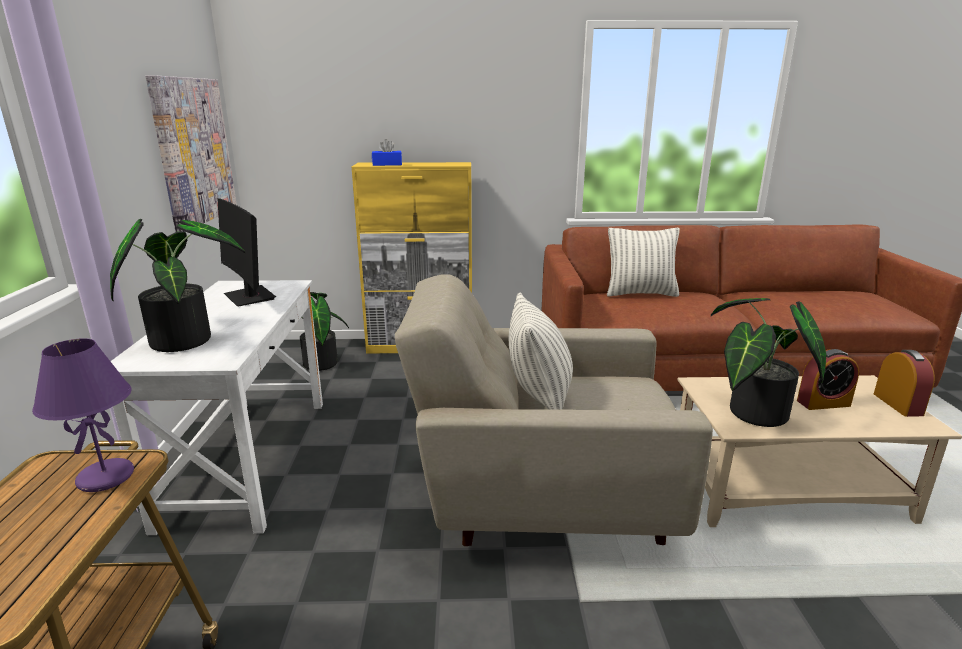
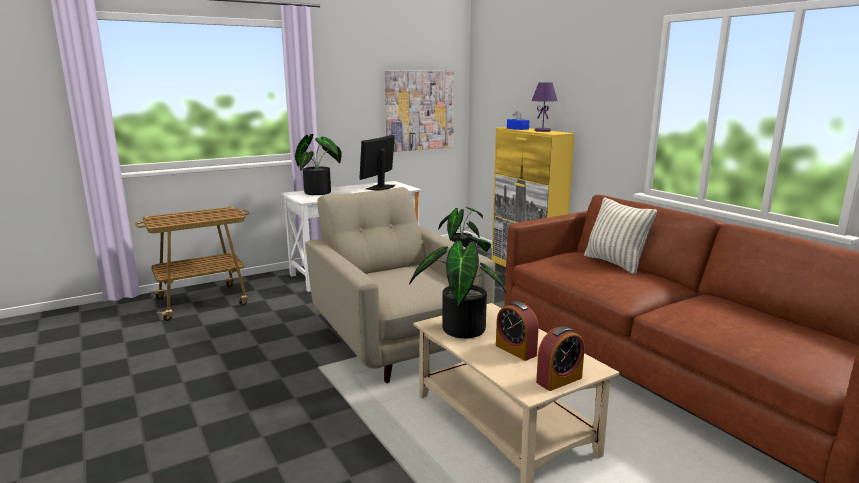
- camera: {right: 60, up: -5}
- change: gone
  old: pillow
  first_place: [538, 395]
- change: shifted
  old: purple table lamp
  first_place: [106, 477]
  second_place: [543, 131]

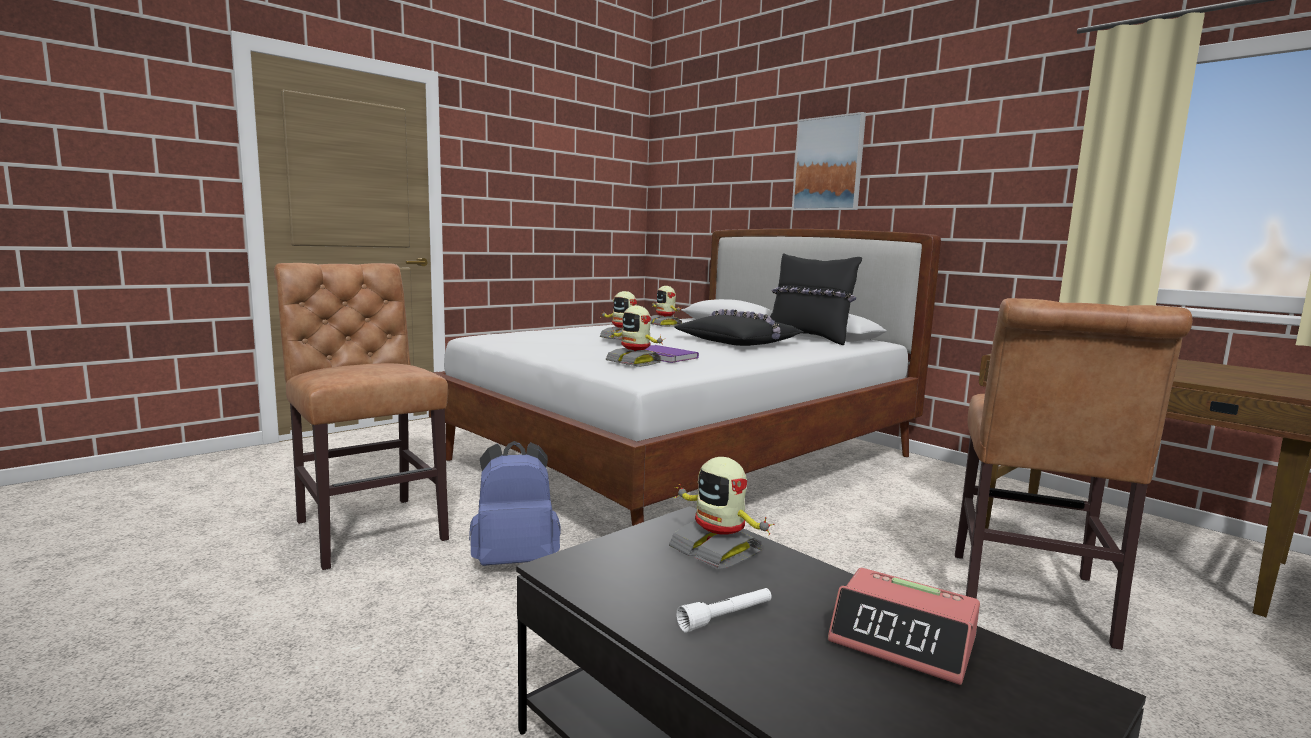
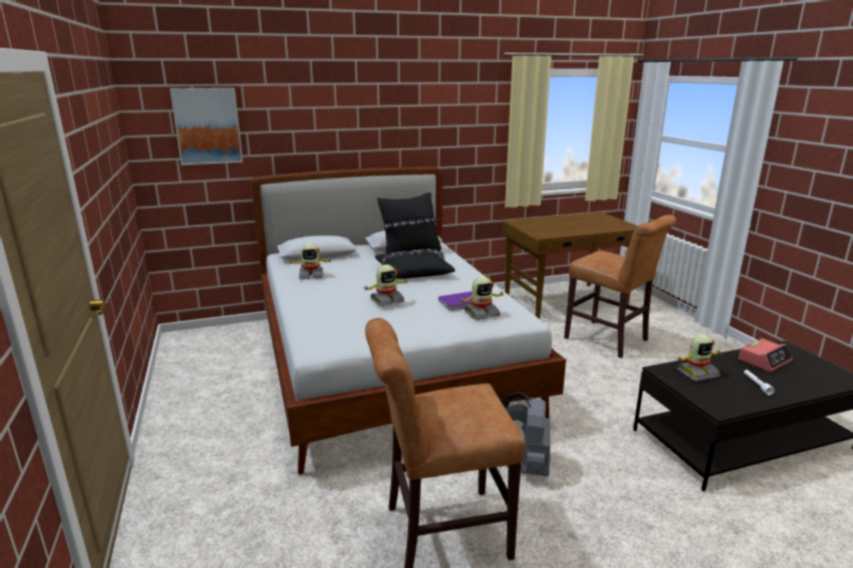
- camera: {right: -65, up: 10}
- change: shifted
  old: picture
  first_place: [828, 164]
  second_place: [207, 126]
- change: repainted
  old: blue backpack
  new: grey backpack
  first_place: [515, 560]
  second_place: [526, 466]

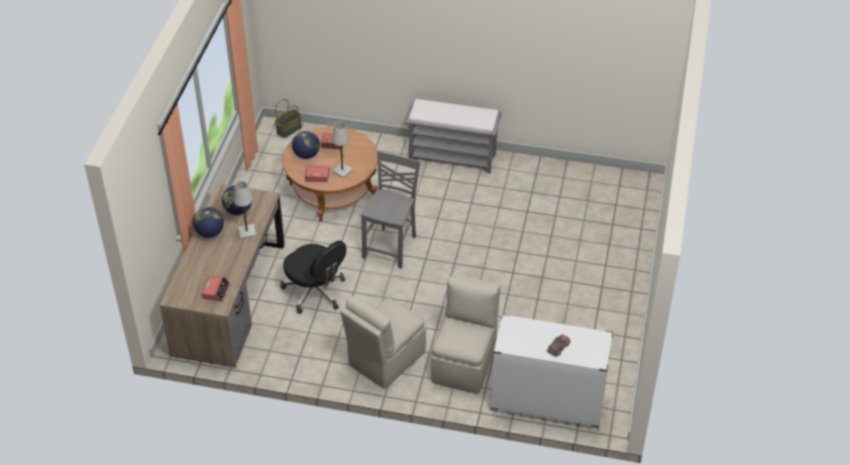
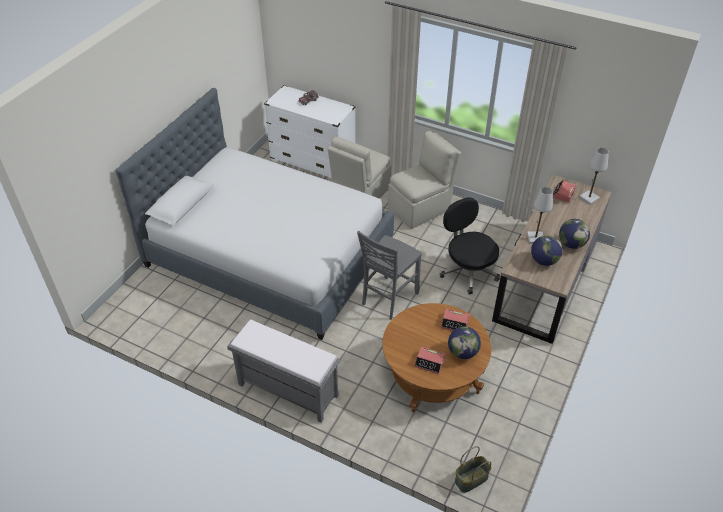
- camera: {right: -165, up: 0}
- change: new
  new: bed
  second_place: [269, 254]
- change: shifted
  old: white table lamp
  first_place: [342, 171]
  second_place: [589, 198]

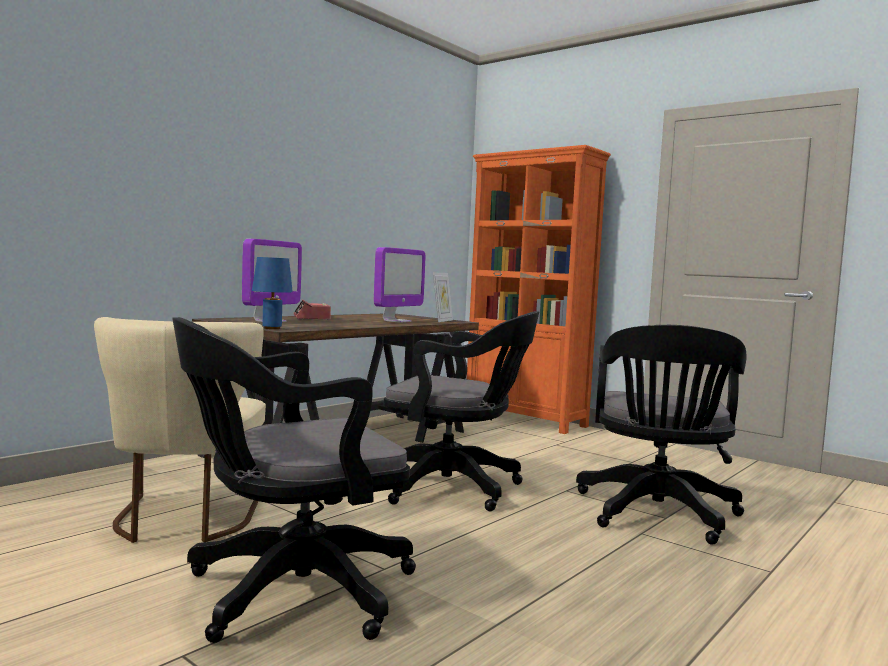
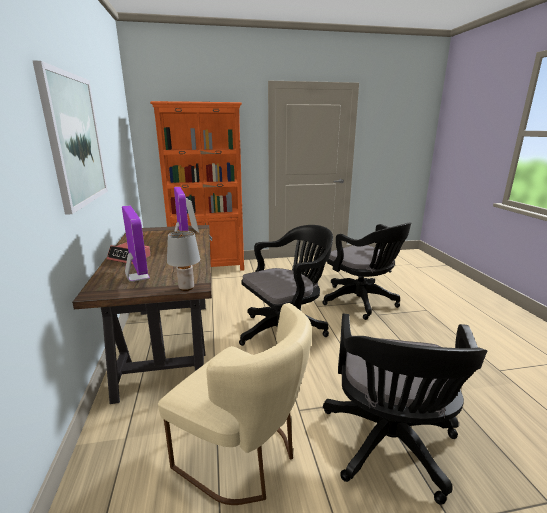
- camera: {right: -50, up: 15}
- change: new
  new: picture
  second_place: [75, 140]
- change: repainted
  old: blue table lamp
  new: grey table lamp
  first_place: [272, 328]
  second_place: [187, 288]

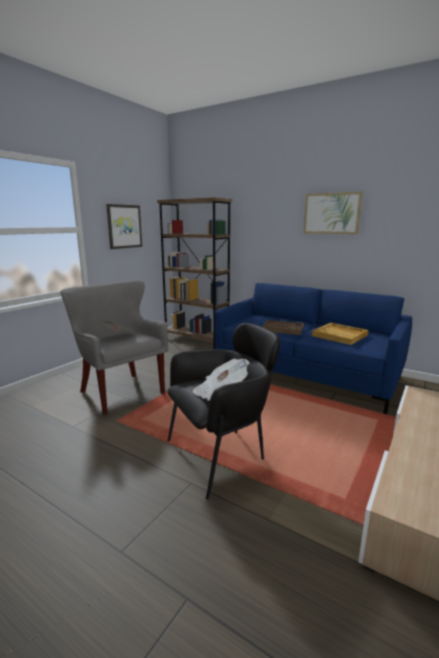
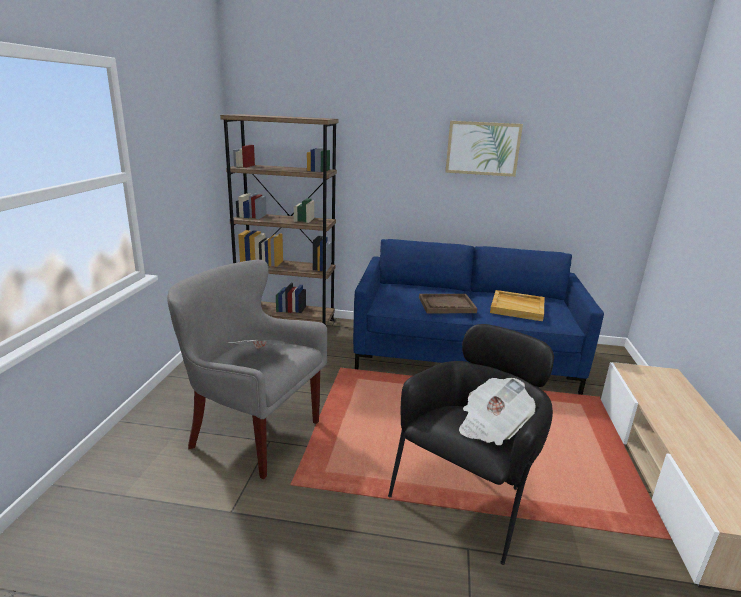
- camera: {right: -25, up: 5}
- change: gone
  old: picture
  first_place: [124, 226]

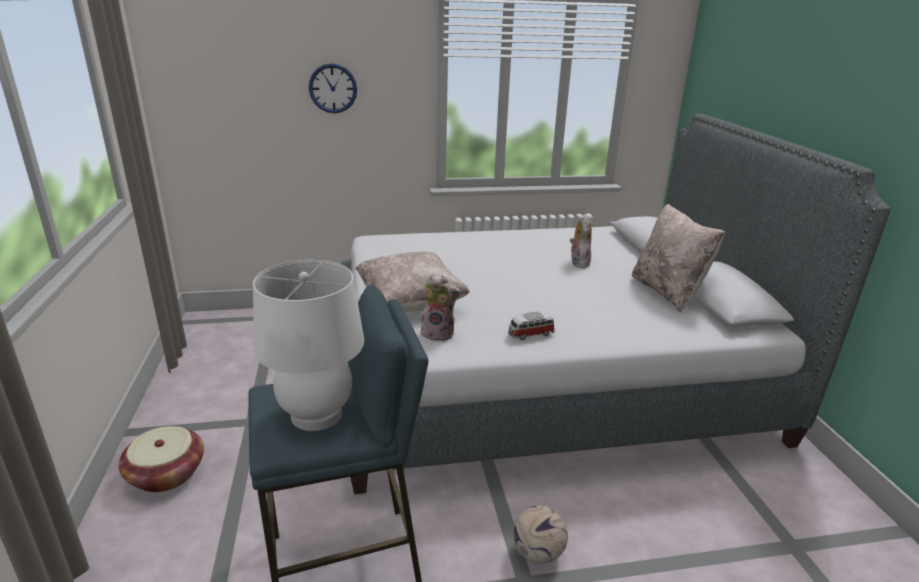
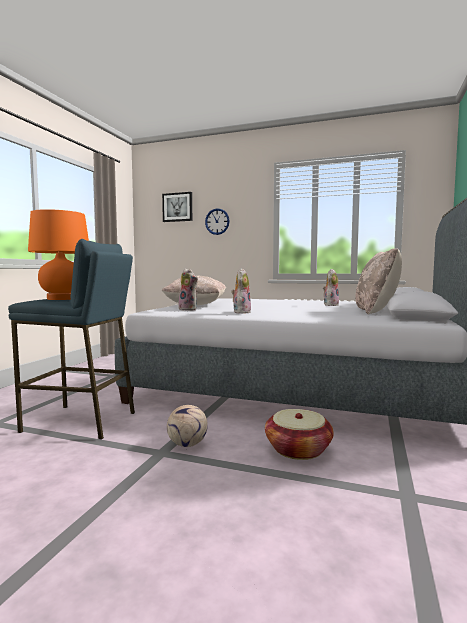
- camera: {right: 30, up: -20}
- change: new
  new: picture
  second_place: [177, 207]
- change: shifted
  old: basket
  first_place: [166, 474]
  second_place: [298, 449]
- change: swapped
  old: toy car
  new: plush toy
  first_place: [530, 334]
  second_place: [241, 312]
- change: repainted
  old: white table lamp
  new: orange table lamp
  first_place: [316, 415]
  second_place: [62, 299]

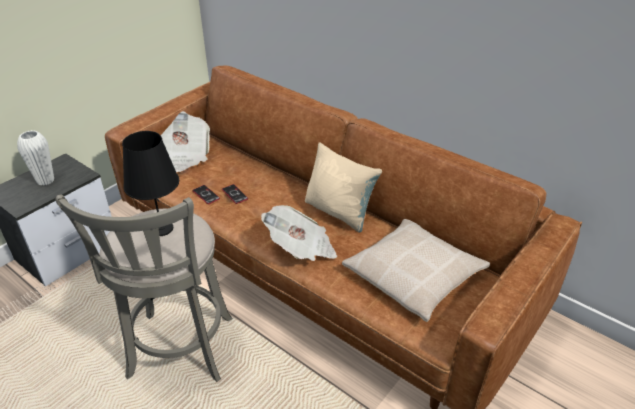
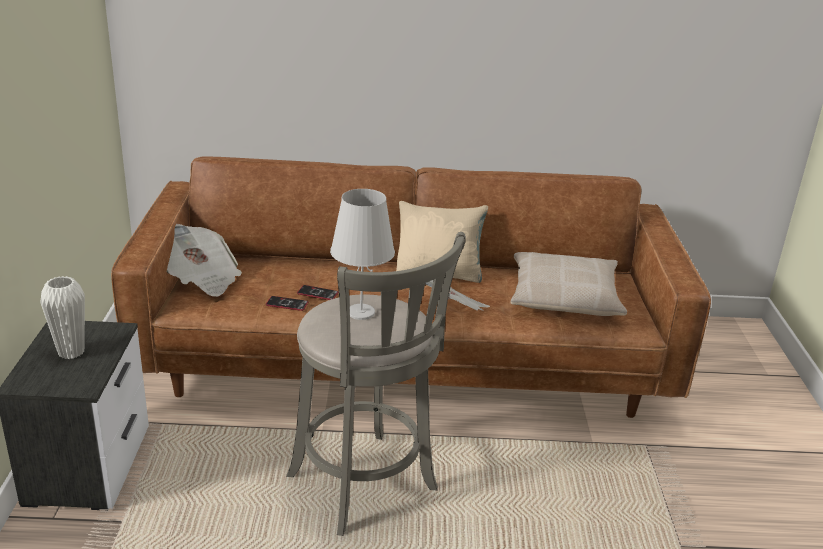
- camera: {right: -40, up: -10}
- change: repainted
  old: black table lamp
  new: white table lamp
  first_place: [162, 228]
  second_place: [361, 312]

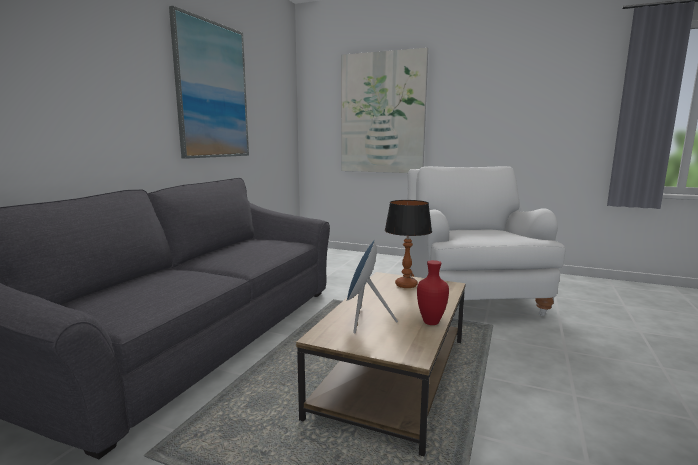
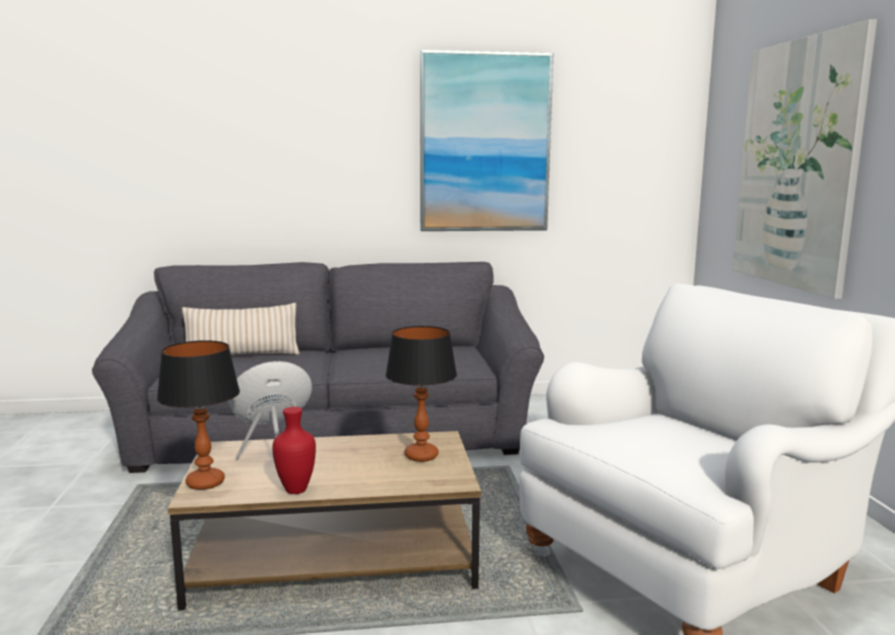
- camera: {right: 60, up: 0}
- change: new
  new: table lamp
  second_place: [205, 482]
- change: new
  new: beige pillow
  second_place: [242, 355]

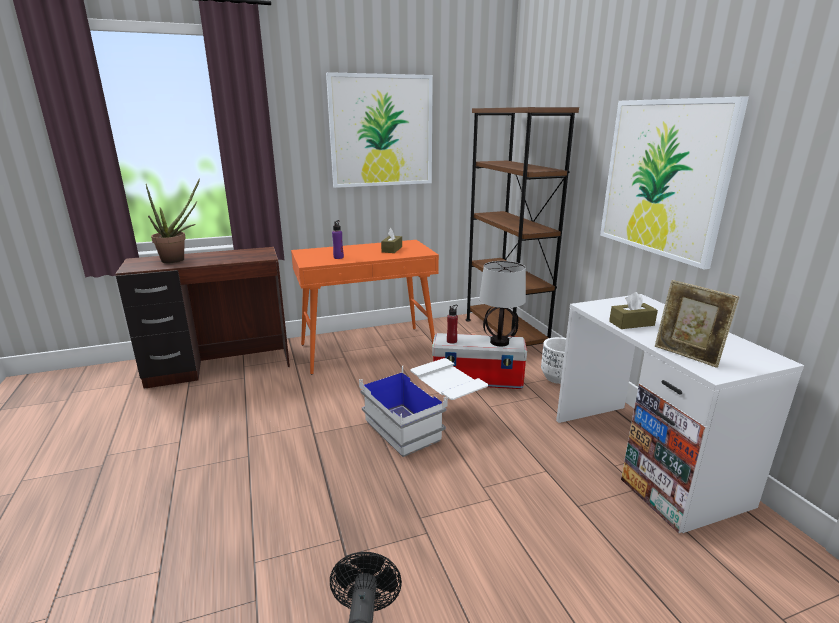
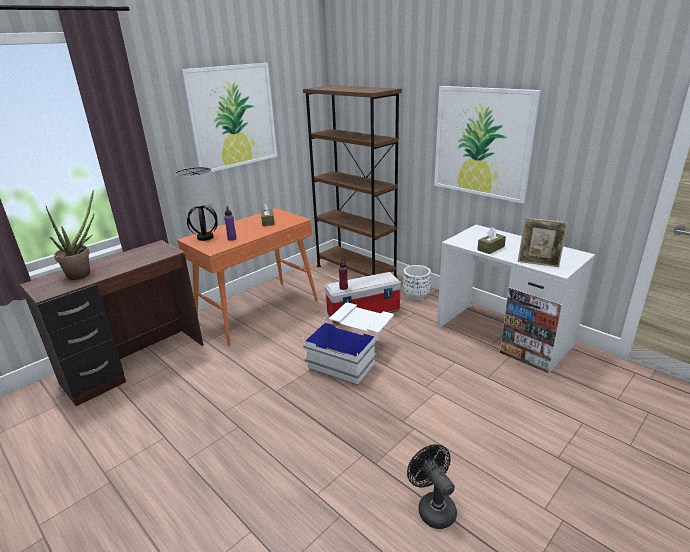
- camera: {right: -25, up: 5}
- change: shifted
  old: table lamp
  first_place: [499, 342]
  second_place: [205, 237]

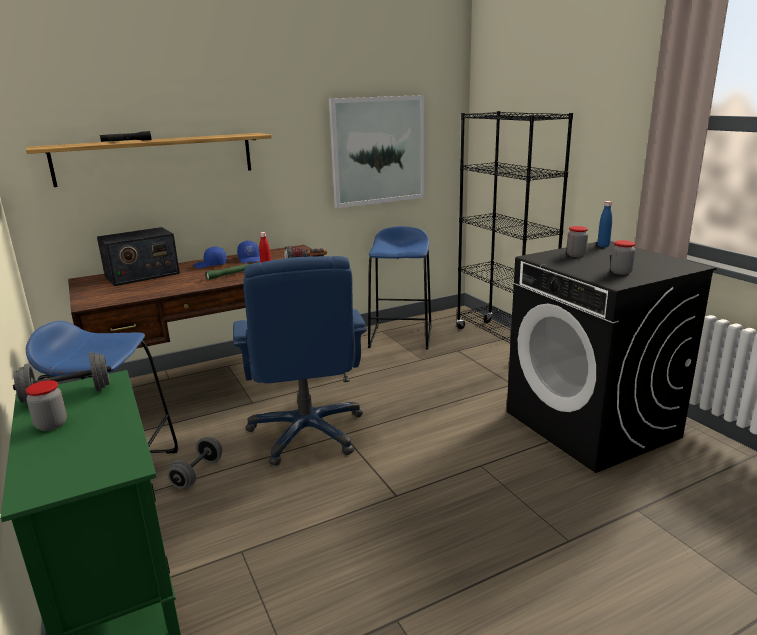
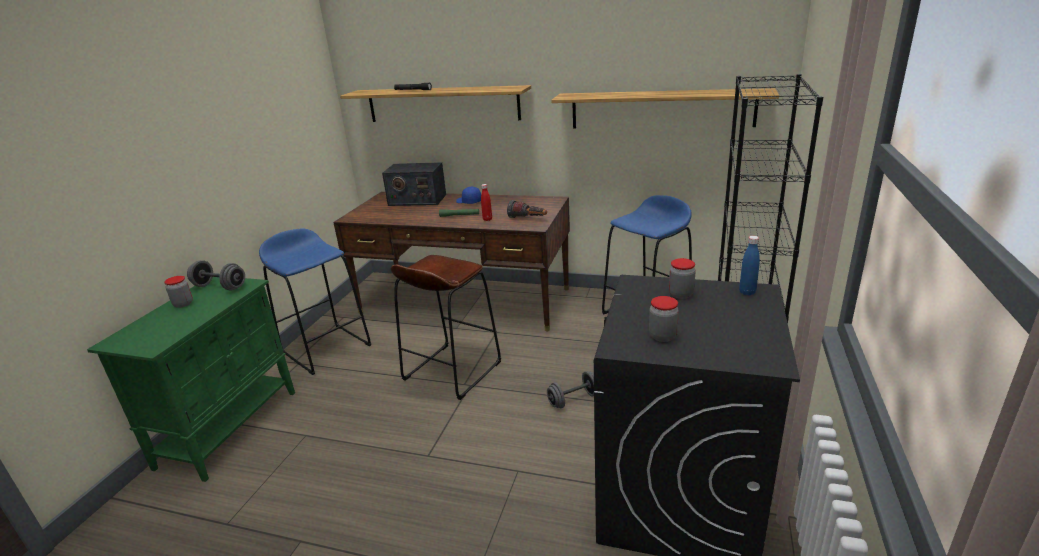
- camera: {right: 45, up: 5}
- change: gone
  old: blue cap
  first_place: [250, 259]
- change: shifted
  old: grey dumbbell
  first_place: [197, 474]
  second_place: [574, 399]
- change: swapped
  old: blue office chair
  new: brown stool
  first_place: [307, 432]
  second_place: [452, 371]
- change: swapped
  old: picture
  new: shelf
  first_place: [378, 151]
  second_place: [661, 109]

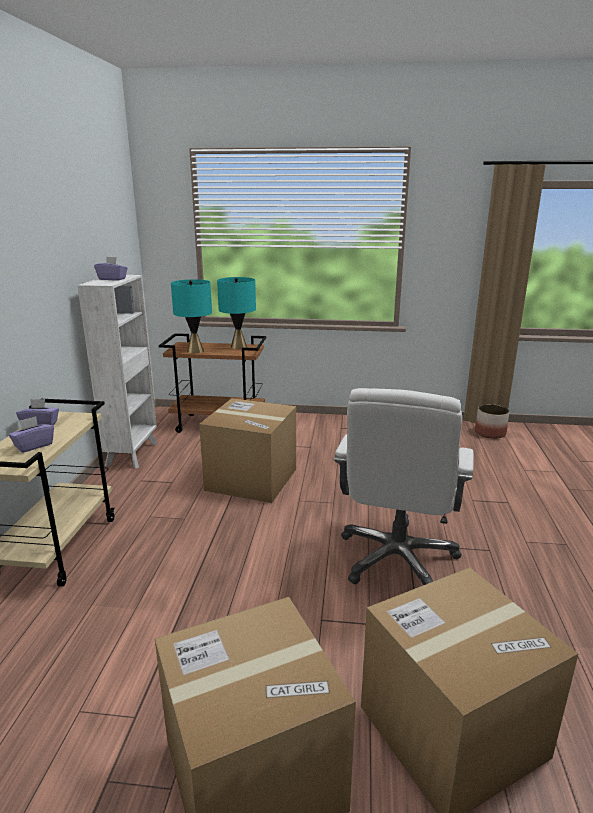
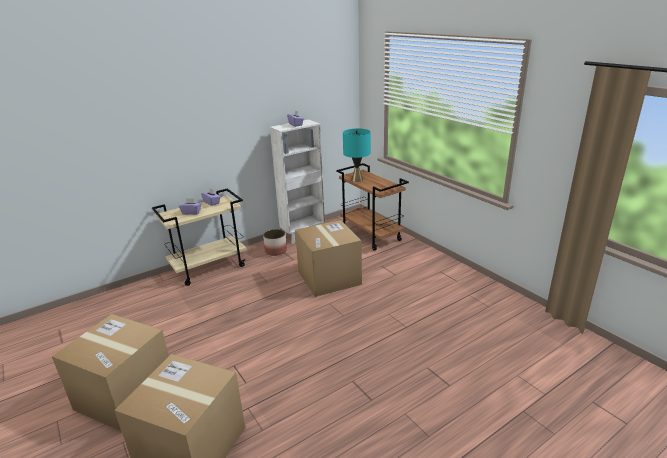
- camera: {right: 50, up: 5}
- change: gone
  old: turquoise table lamp
  first_place: [238, 346]
- change: gone
  old: white office chair
  first_place: [397, 559]
- change: shifted
  old: planter
  first_place: [490, 433]
  second_place: [276, 251]

